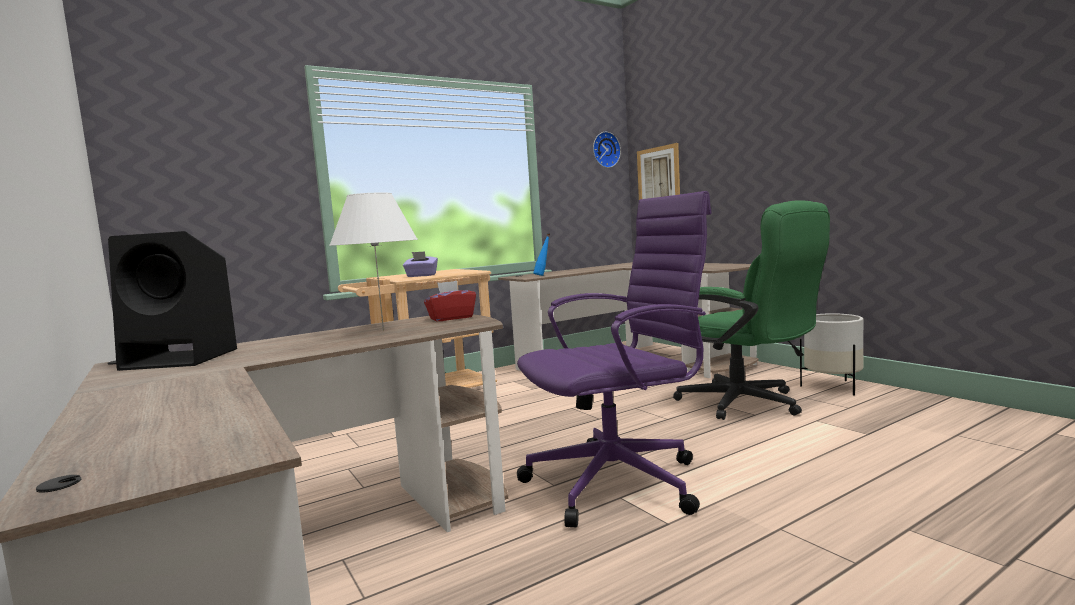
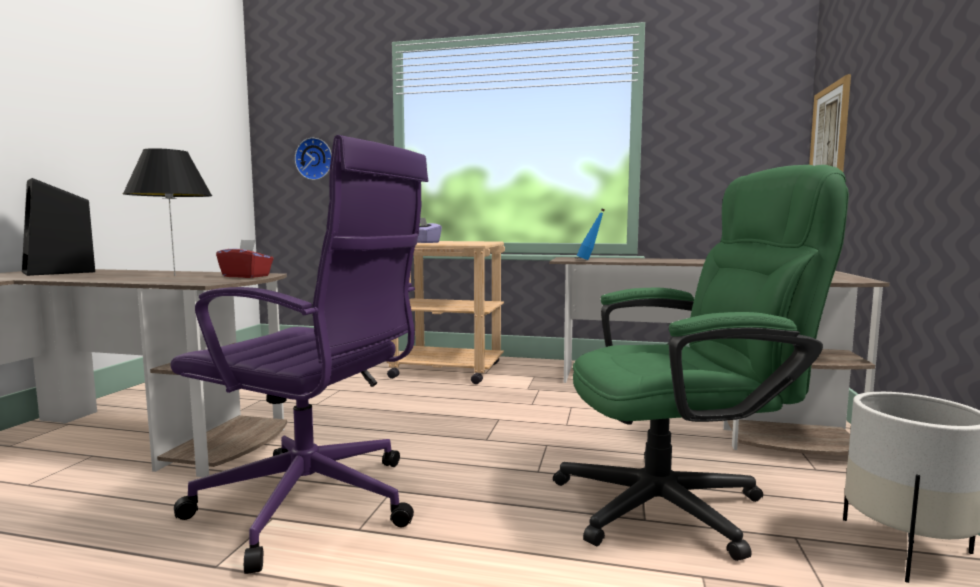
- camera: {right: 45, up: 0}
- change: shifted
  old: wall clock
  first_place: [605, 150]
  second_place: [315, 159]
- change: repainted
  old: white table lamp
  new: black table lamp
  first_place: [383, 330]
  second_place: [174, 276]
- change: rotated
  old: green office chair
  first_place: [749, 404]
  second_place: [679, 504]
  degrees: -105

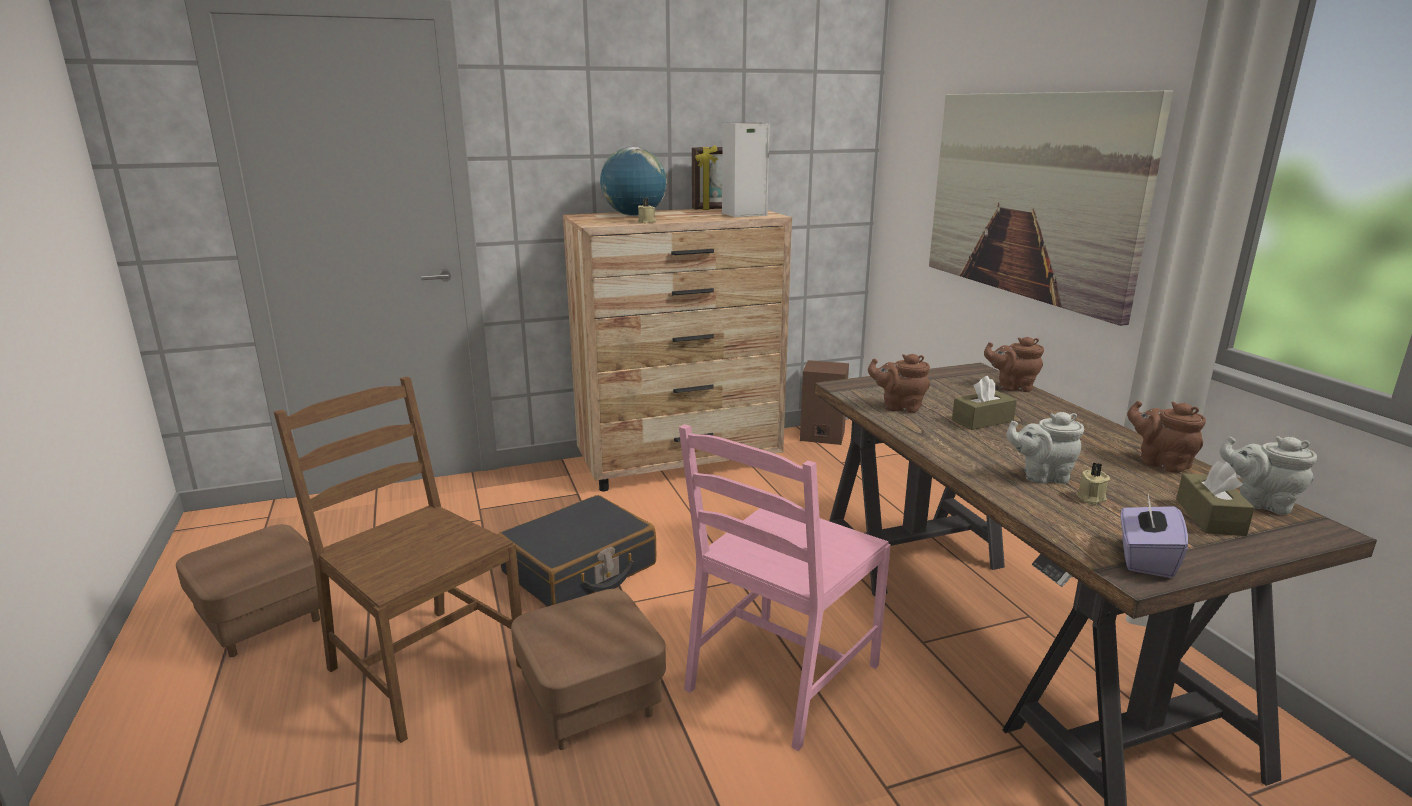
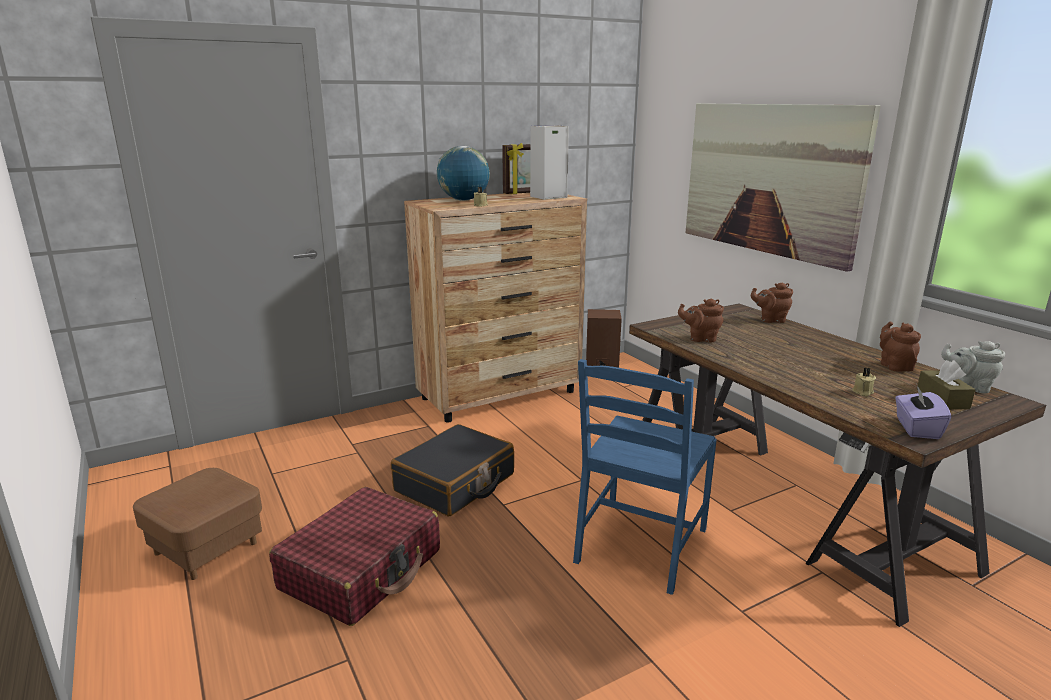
- camera: {right: -10, up: 0}
- change: gone
  old: brown ottoman
  first_place: [591, 701]
- change: gone
  old: brown tissue box
  first_place: [982, 421]
- change: gone
  old: grey teapot
  first_place: [1041, 476]
- change: swapped
  old: brown chair
  new: red suitcase
  first_place: [423, 668]
  second_place: [362, 569]
- change: repainted
  old: pink chair
  new: blue chair
  first_place: [781, 677]
  second_place: [640, 545]
- change: rotated
  old: brown teapot
  first_place: [1160, 463]
  second_place: [894, 365]
  degrees: 45

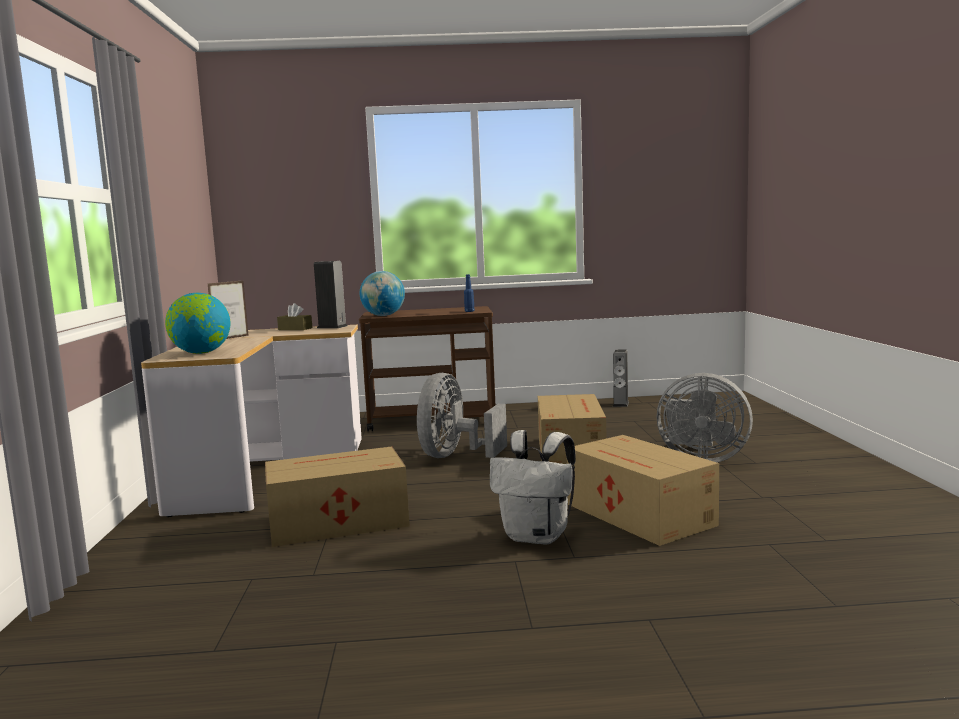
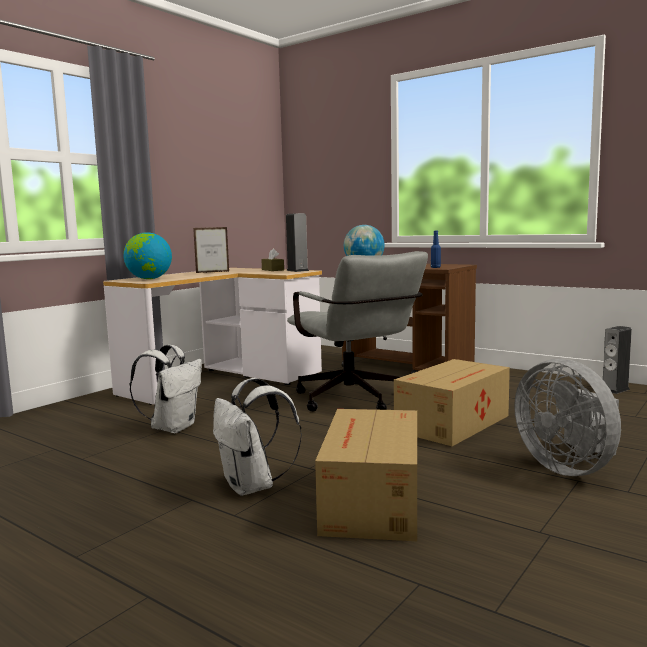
- camera: {right: 40, up: 0}
- change: swapped
  old: cardboard box
  new: white backpack
  first_place: [335, 522]
  second_place: [173, 427]
- change: swapped
  old: grey fan
  new: grey office chair
  first_place: [454, 456]
  second_place: [355, 401]

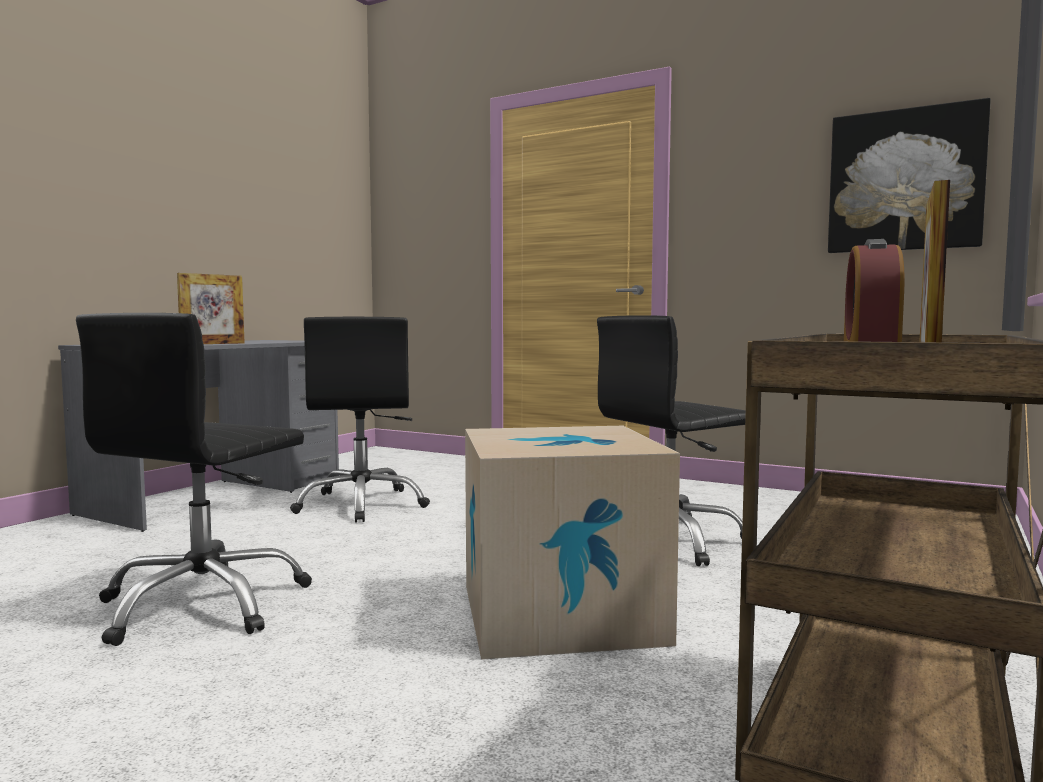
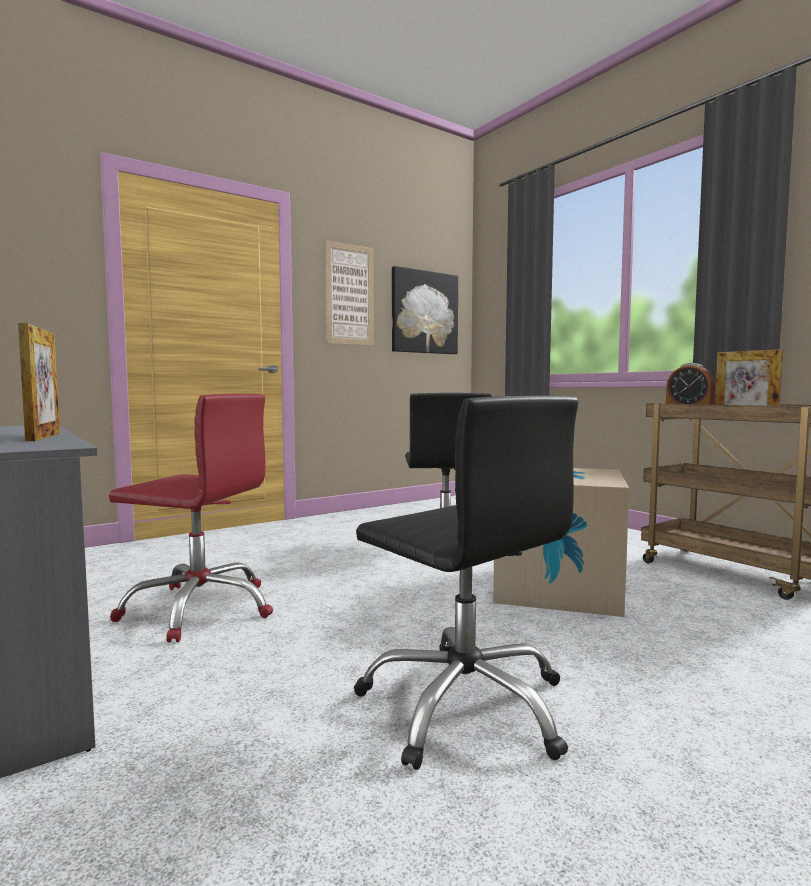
- camera: {right: -65, up: 0}
- change: new
  new: picture
  second_place: [349, 295]
- change: repainted
  old: black office chair
  new: red office chair
  first_place: [362, 505]
  second_place: [200, 608]

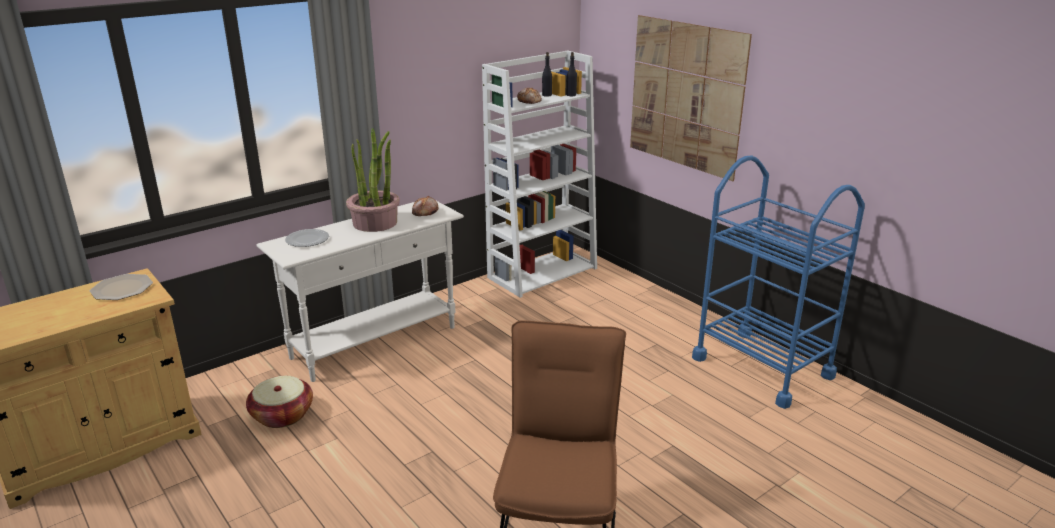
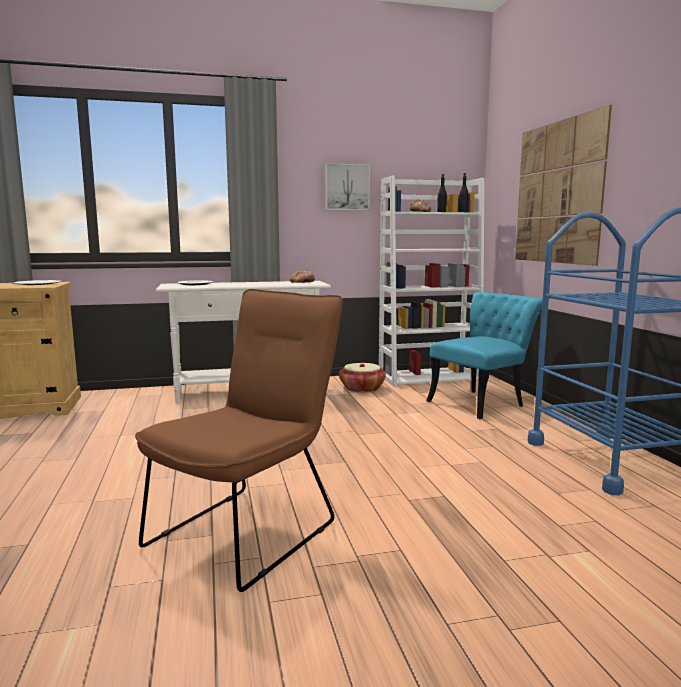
- camera: {right: 25, up: -15}
- change: gone
  old: potted plant
  first_place: [375, 223]
- change: new
  new: picture
  second_place: [346, 187]
- change: new
  new: turquoise chair
  second_place: [482, 402]
- change: shifted
  old: basket
  first_place: [282, 415]
  second_place: [362, 388]

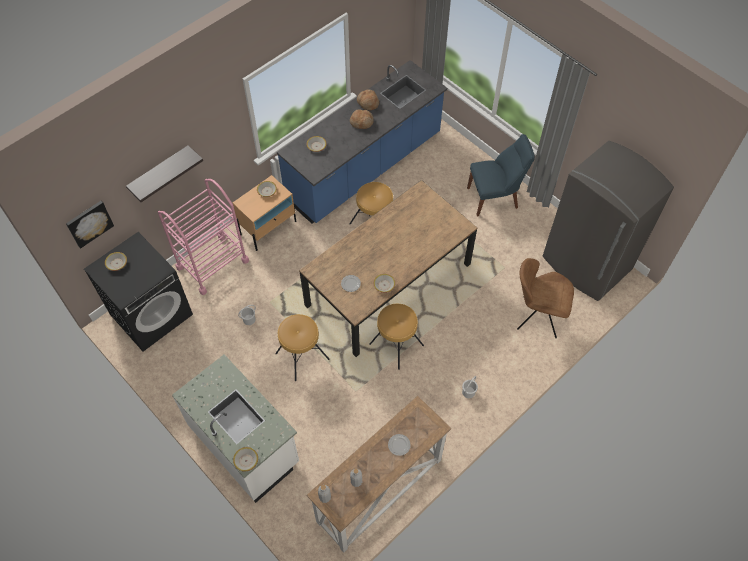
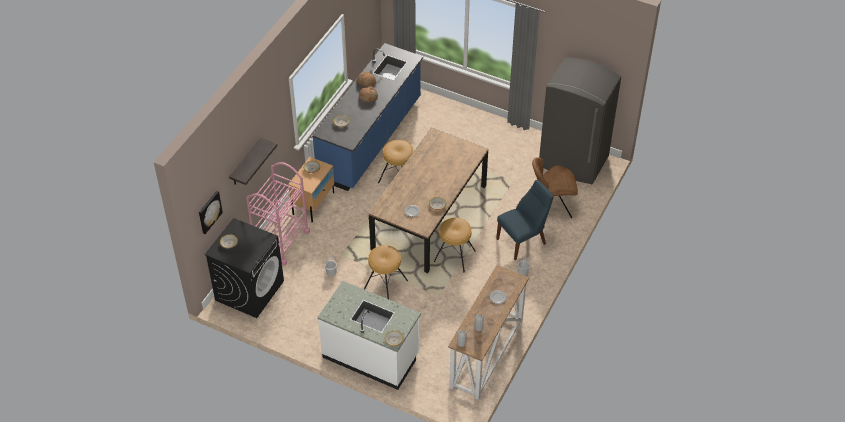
- camera: {right: -20, up: -10}
- change: shifted
  old: blue chair
  first_place: [495, 198]
  second_place: [523, 240]

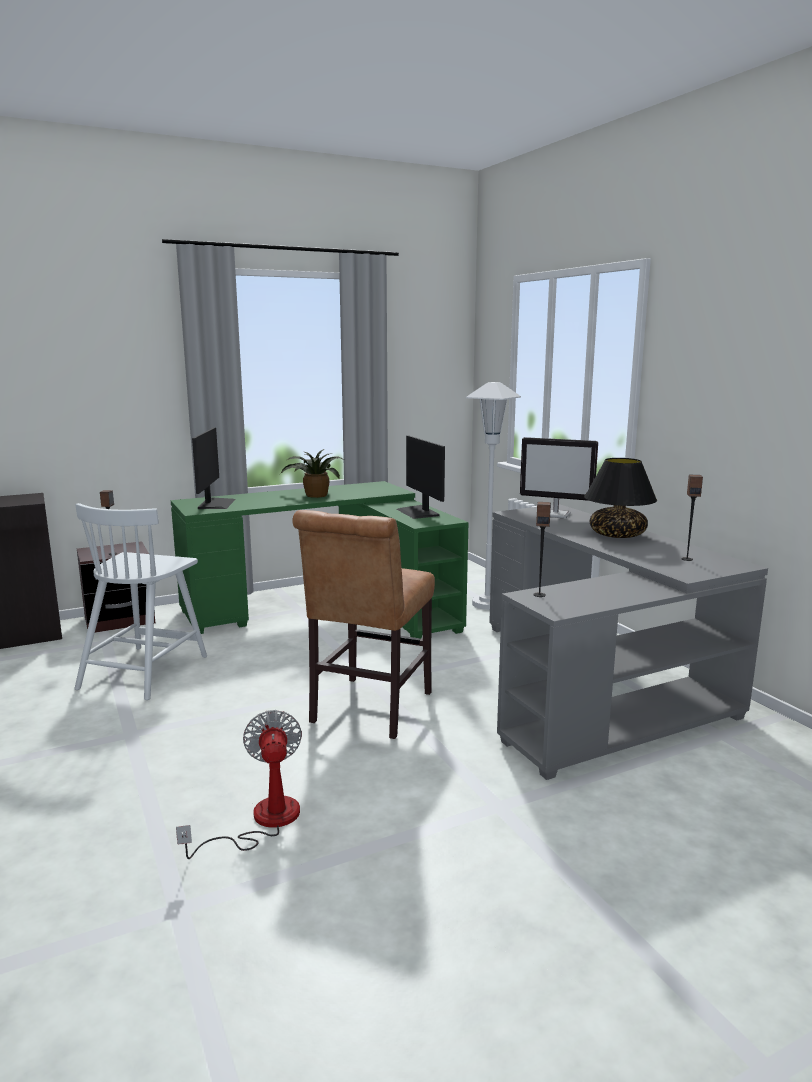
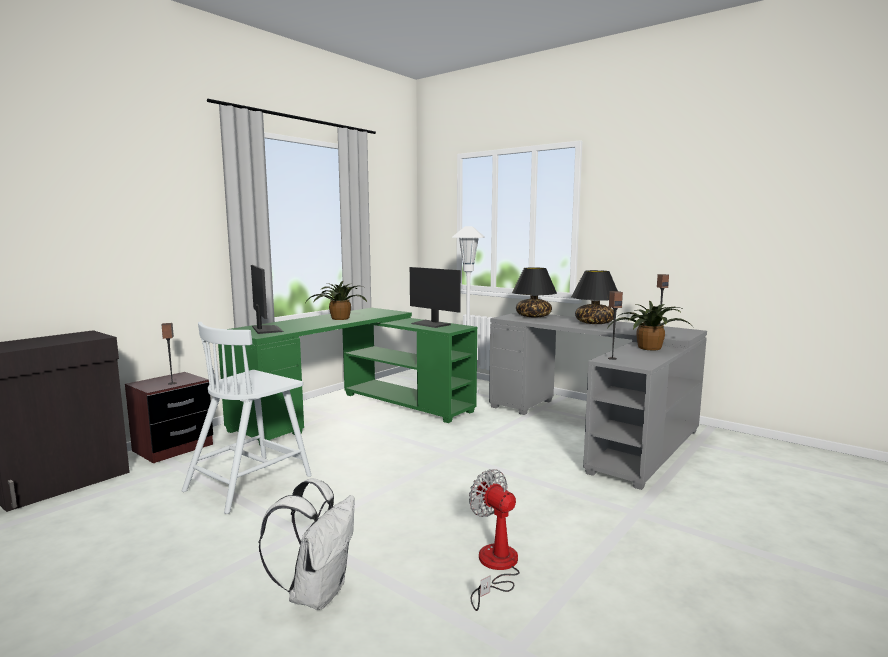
- camera: {right: -25, up: -5}
- change: gone
  old: brown chair
  first_place: [368, 710]
- change: new
  new: white backpack
  second_place: [317, 592]
- change: new
  new: potted plant
  second_place: [647, 348]
- change: swapped
  old: monitor
  new: black table lamp
  first_place: [555, 514]
  second_place: [533, 316]
- change: rotated
  old: white chair
  first_place: [145, 671]
  second_place: [250, 482]
  degrees: 45

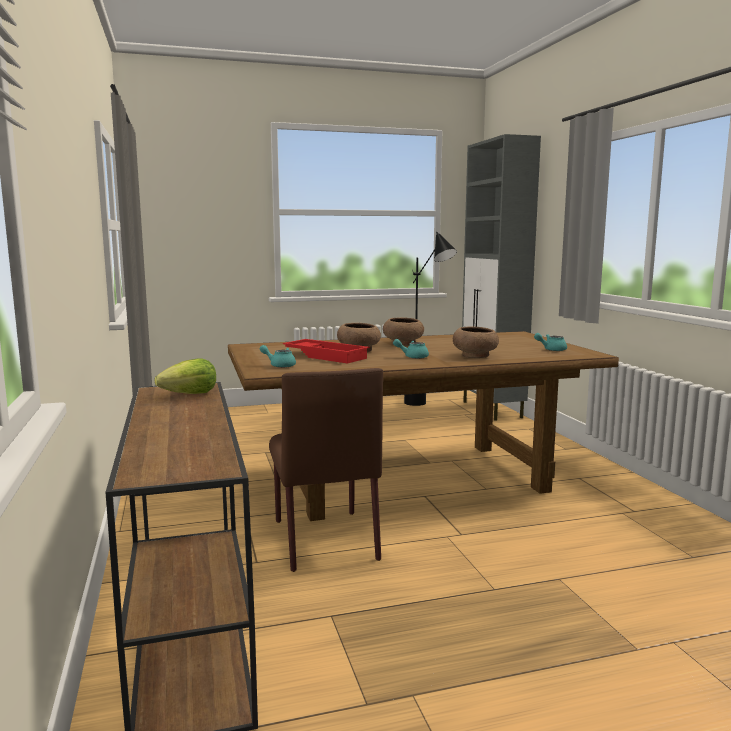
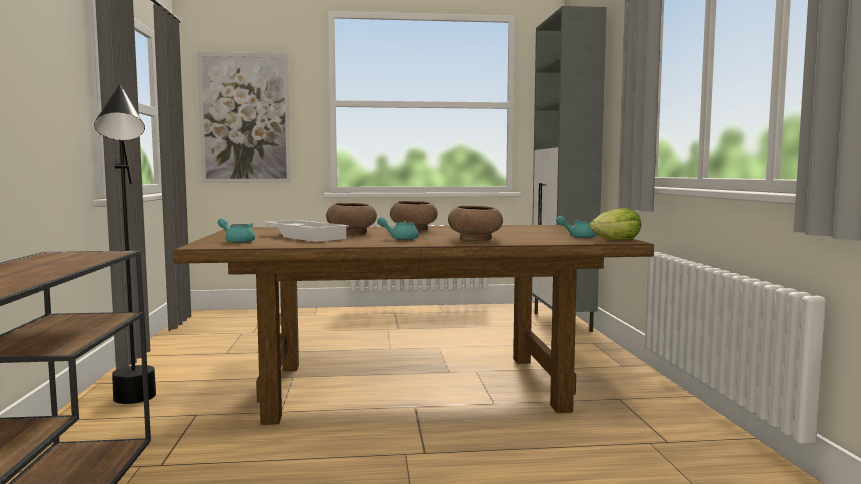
- camera: {right: 10, up: -5}
- change: gone
  old: brown chair
  first_place: [324, 538]
- change: new
  new: picture
  second_place: [245, 118]
- change: shifted
  old: lettuce
  first_place: [190, 394]
  second_place: [616, 240]
- change: shifted
  old: black floor lamp
  first_place: [427, 406]
  second_place: [135, 407]
- change: repainted
  old: red tray
  new: white tray
  first_place: [327, 356]
  second_place: [306, 236]

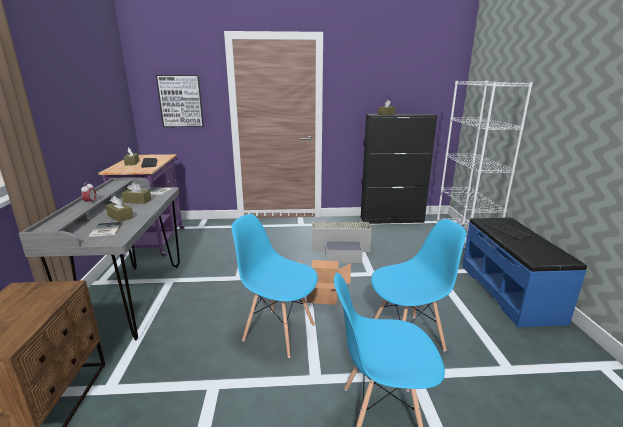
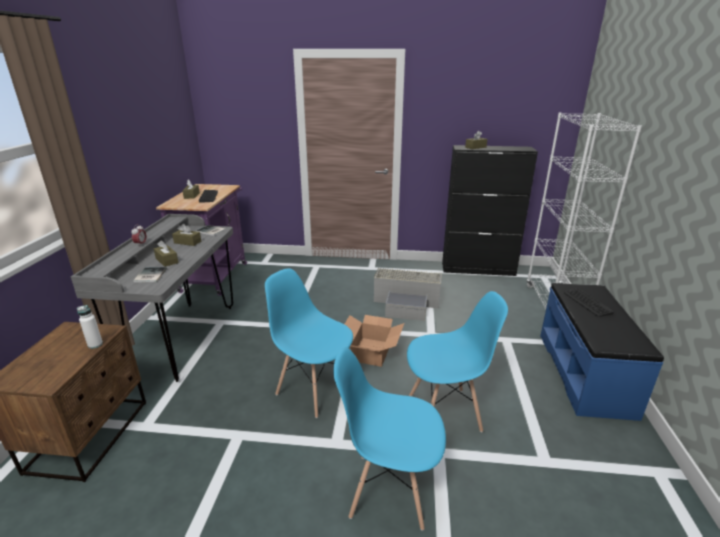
- camera: {right: 10, up: 5}
- change: gone
  old: picture
  first_place: [181, 101]
- change: new
  new: white bottle
  second_place: [95, 344]

